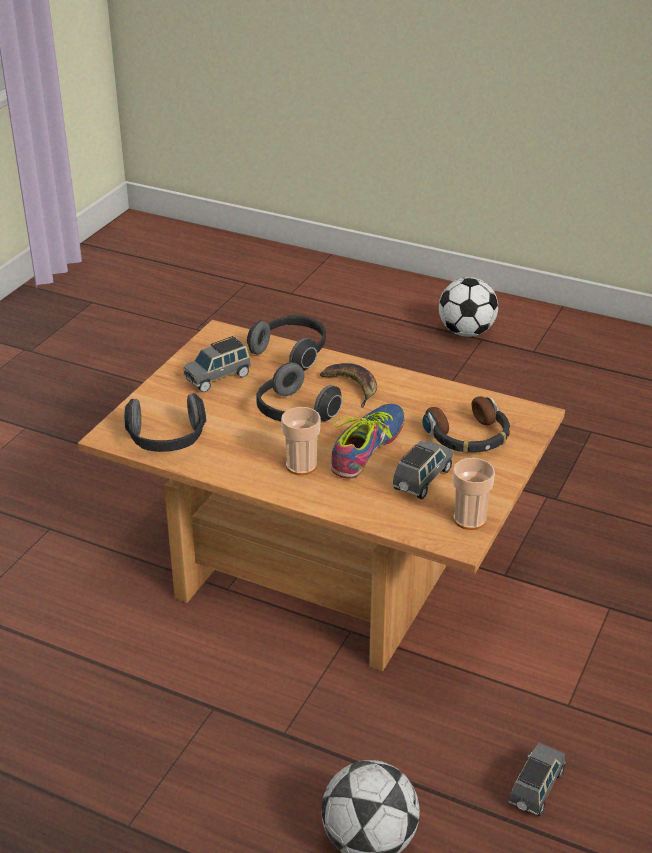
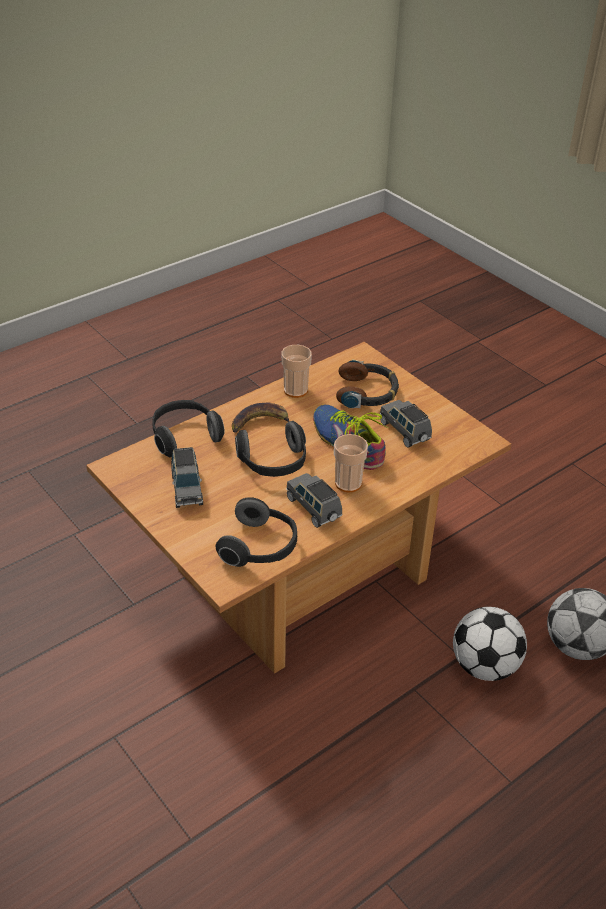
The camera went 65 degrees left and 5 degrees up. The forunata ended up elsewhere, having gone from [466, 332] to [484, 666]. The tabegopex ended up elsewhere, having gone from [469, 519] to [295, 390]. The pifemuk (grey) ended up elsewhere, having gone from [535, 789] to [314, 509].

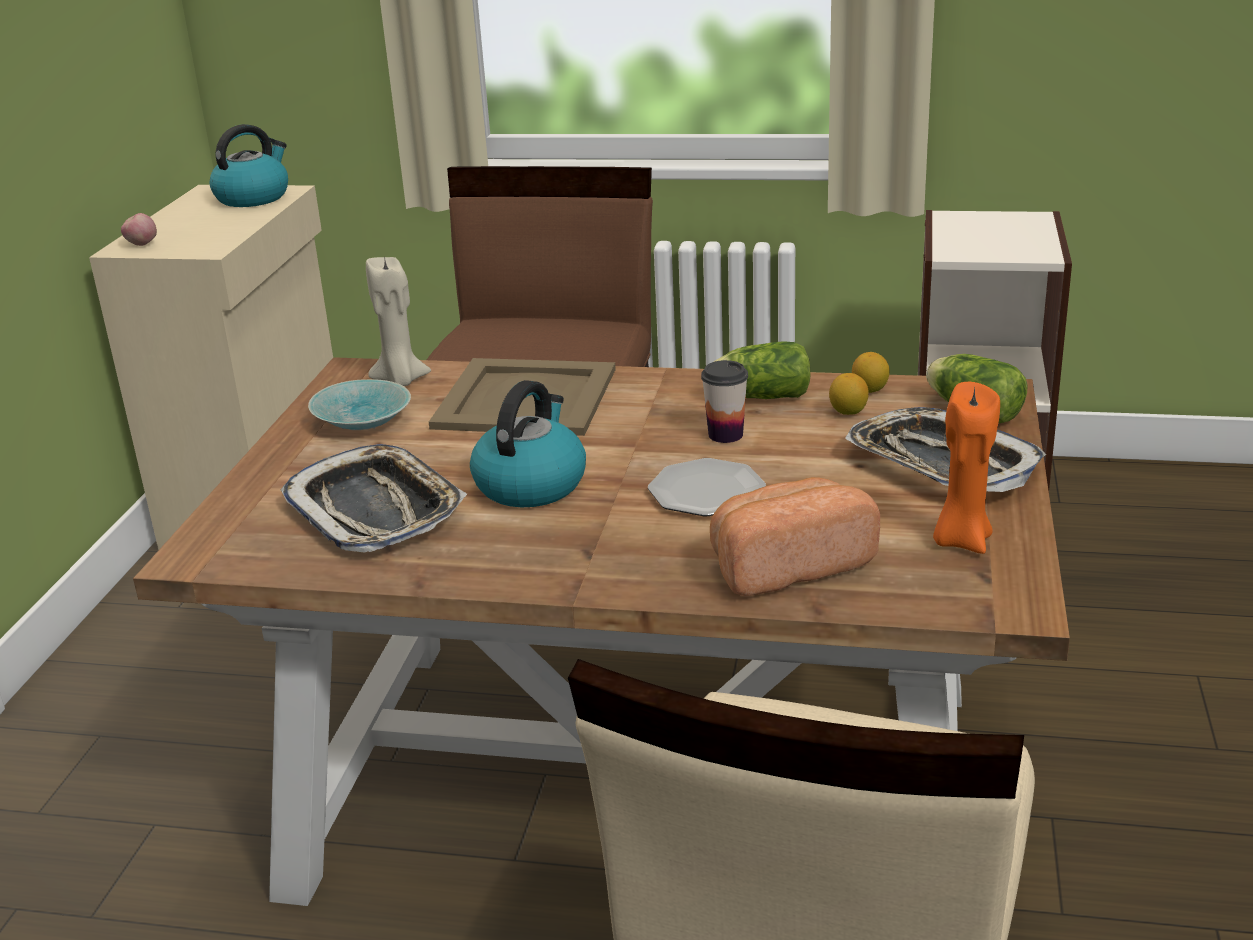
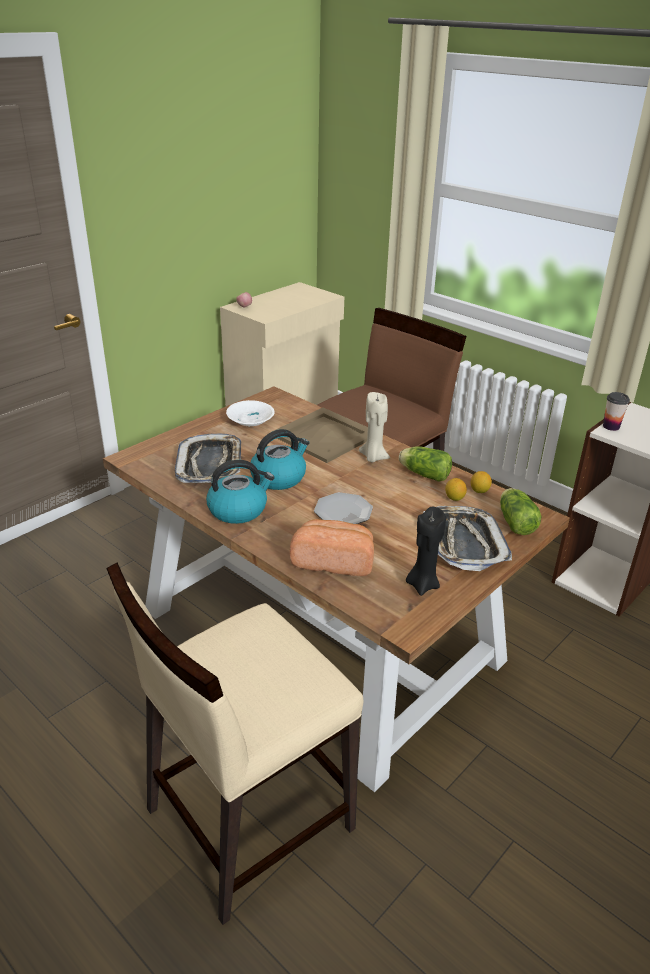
The camera went 30 degrees right and 5 degrees up. The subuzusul ended up elsewhere, having gone from [253, 197] to [238, 509]. The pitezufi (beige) ended up elsewhere, having gone from [401, 380] to [373, 457]. The tabegopex ended up elsewhere, having gone from [725, 435] to [611, 426]. What was the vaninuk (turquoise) at [365, 420] turned into the vaninuk (white) at [252, 421]. What was the pitezufi (orange) at [961, 540] turned into the pitezufi (black) at [422, 584].

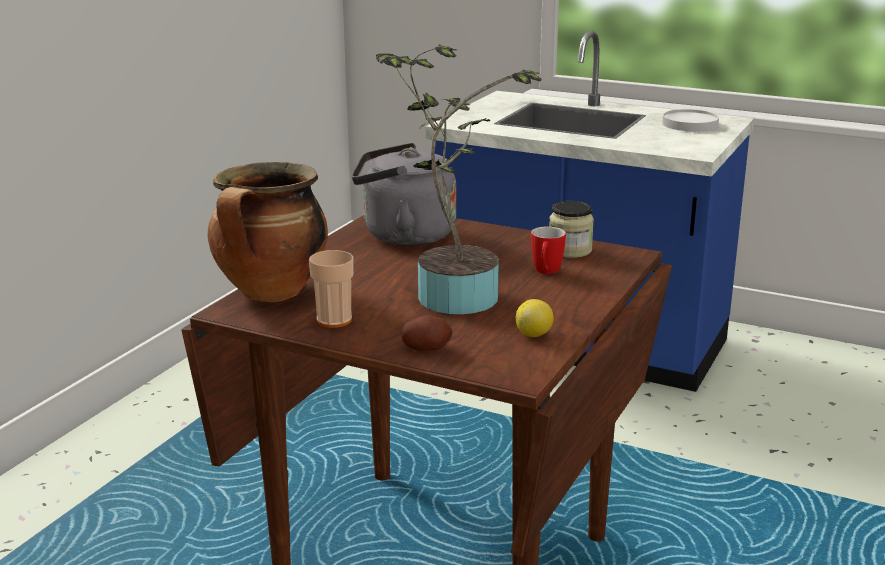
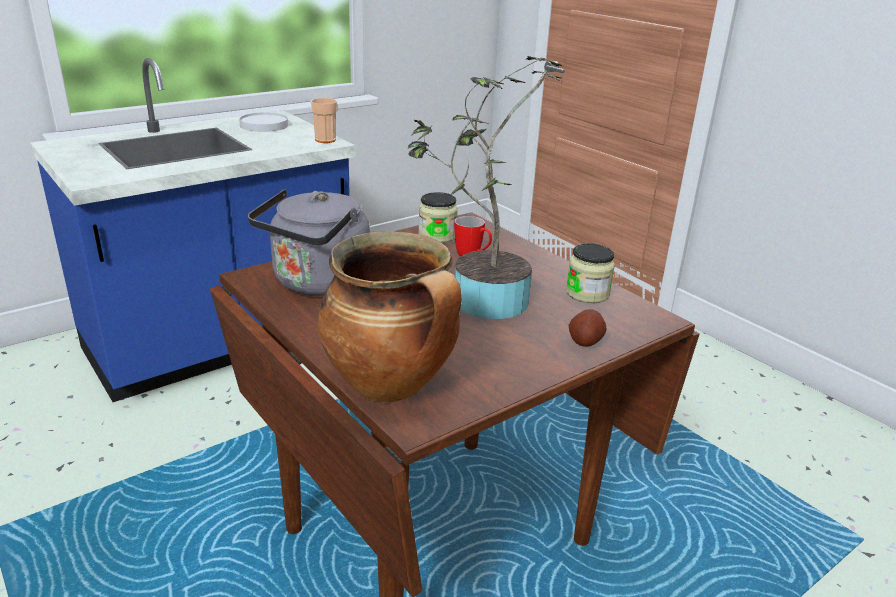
The camera went 65 degrees left and 5 degrees up. The tabegopex ended up elsewhere, having gone from [334, 320] to [325, 140]. Where the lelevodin stood at [534, 334], the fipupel came to stand at [587, 293].

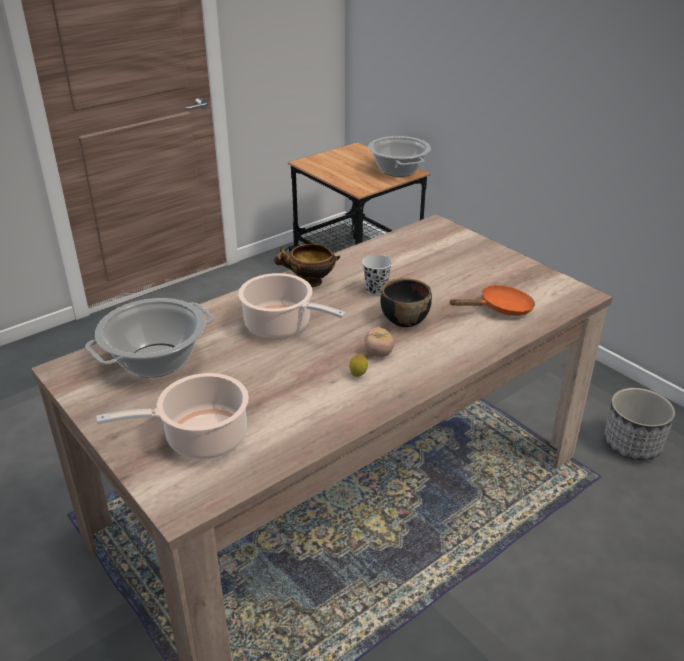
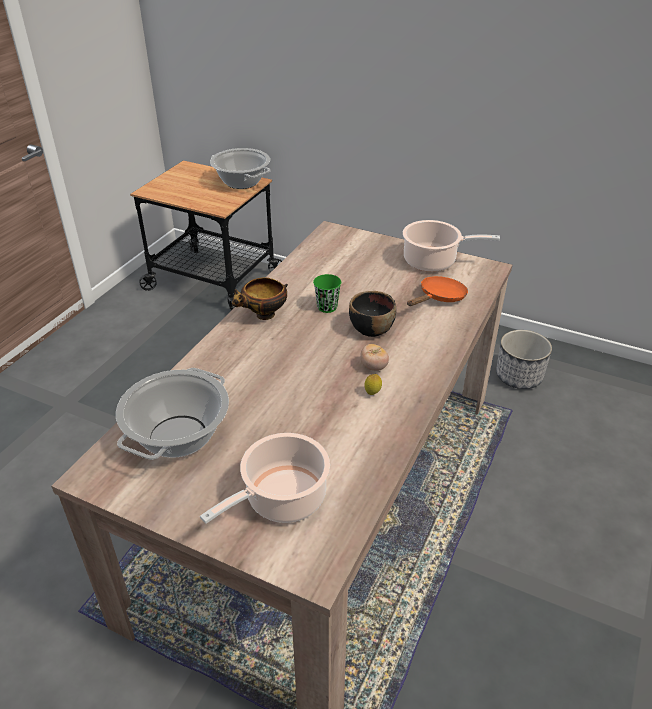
The camera went 25 degrees left and 5 degrees up. The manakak ended up elsewhere, having gone from [281, 326] to [433, 261]. What was the tabegopex (white) at [376, 290] turned into the tabegopex (green) at [327, 307].

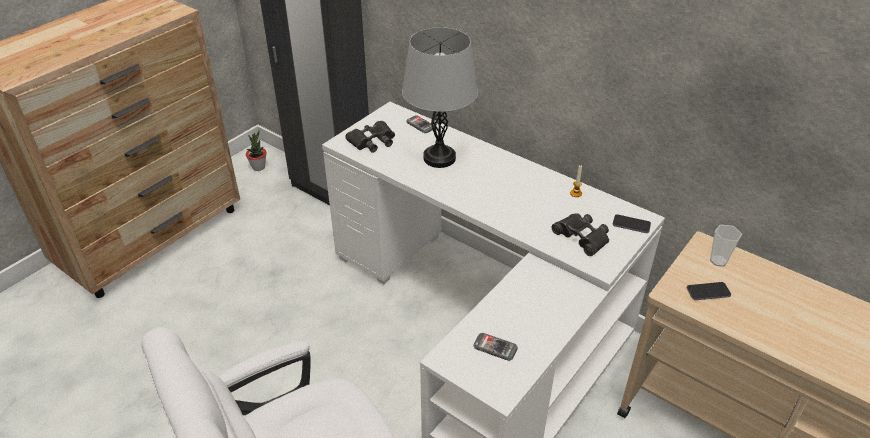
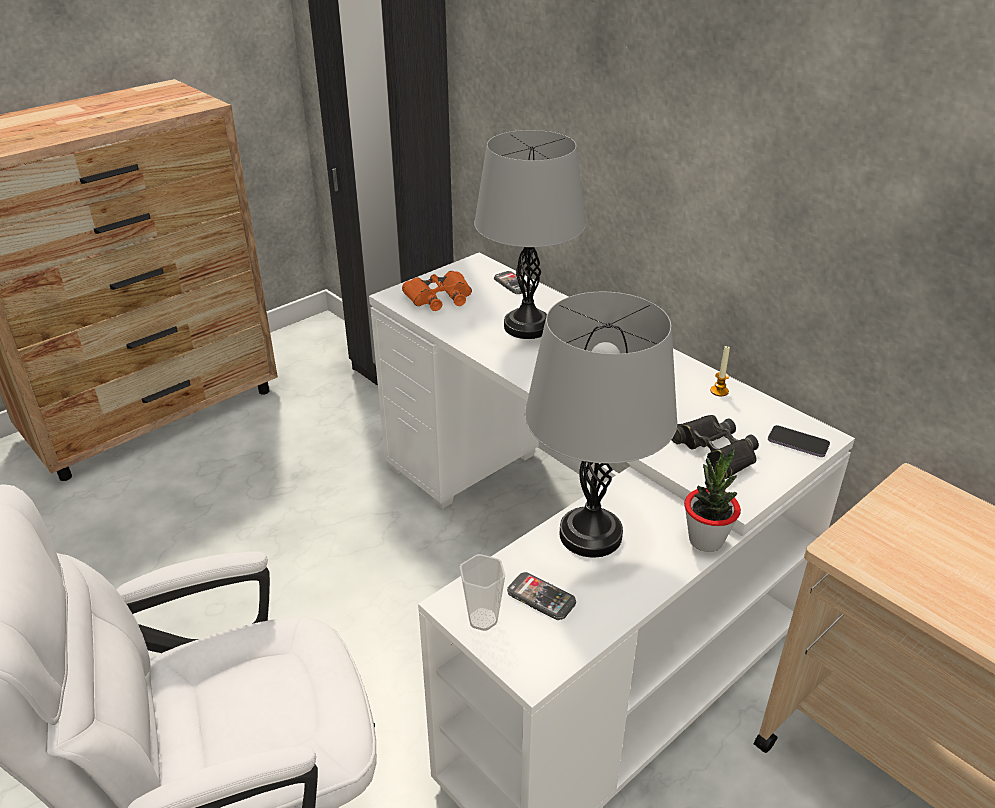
The camera went 10 degrees right and 5 degrees down. The second view lost the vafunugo at [708, 292]. The second view gained the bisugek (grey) at [590, 535]. The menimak ended up elsewhere, having gone from [258, 167] to [706, 540]. The tabegopex ended up elsewhere, having gone from [718, 261] to [483, 619]. What was the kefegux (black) at [372, 141] turned into the kefegux (orange) at [439, 297].

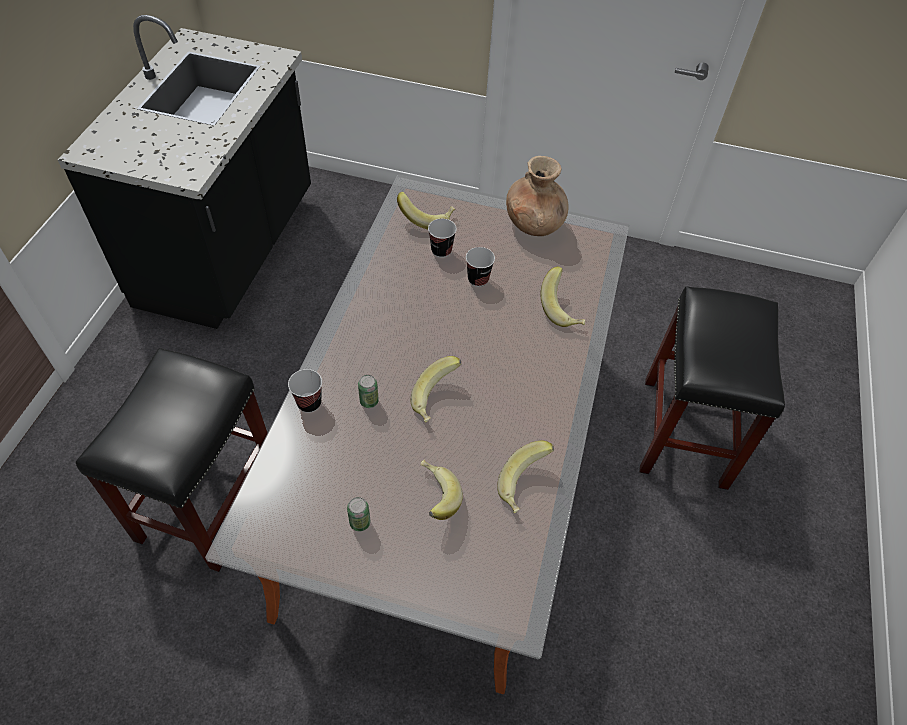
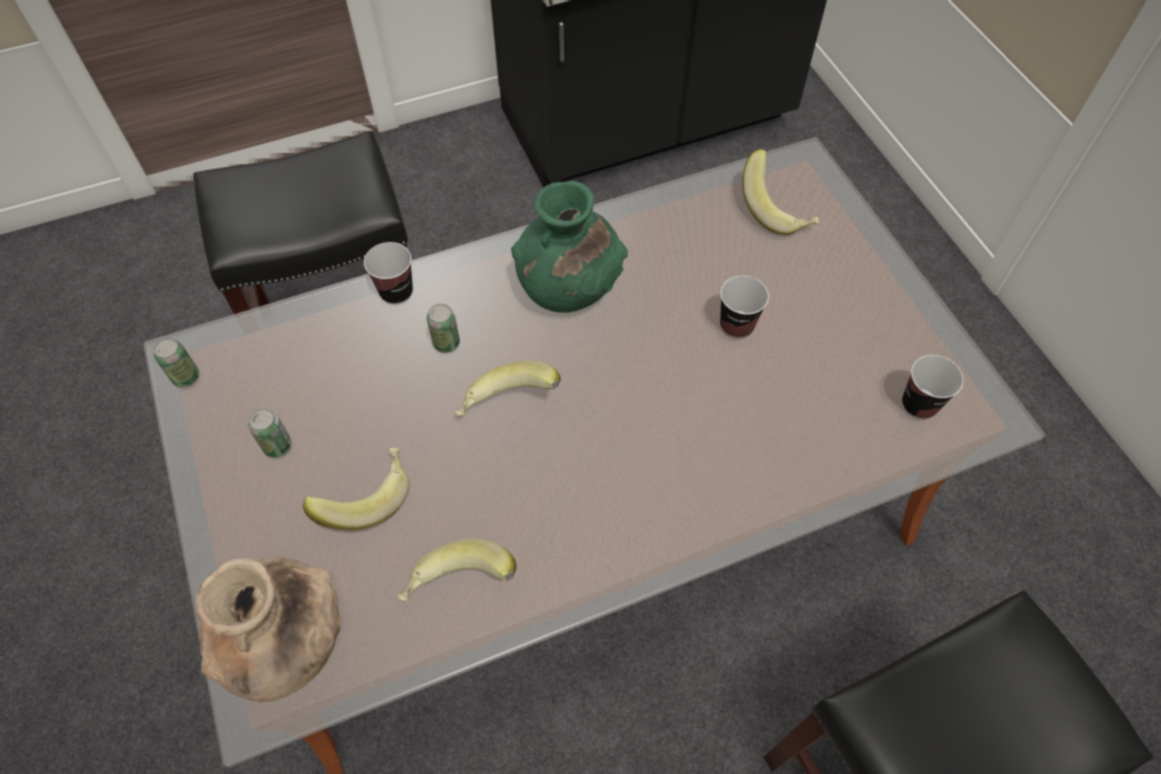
The camera went 55 degrees right and 5 degrees up. The second view lost the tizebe at [562, 309]. The second view gained the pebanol at [186, 377]. The second view gained the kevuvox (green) at [568, 288]. The tabegopex ended up elsewhere, having gone from [441, 251] to [919, 405]. The kevuvox (brown) ended up elsewhere, having gone from [534, 224] to [288, 645].

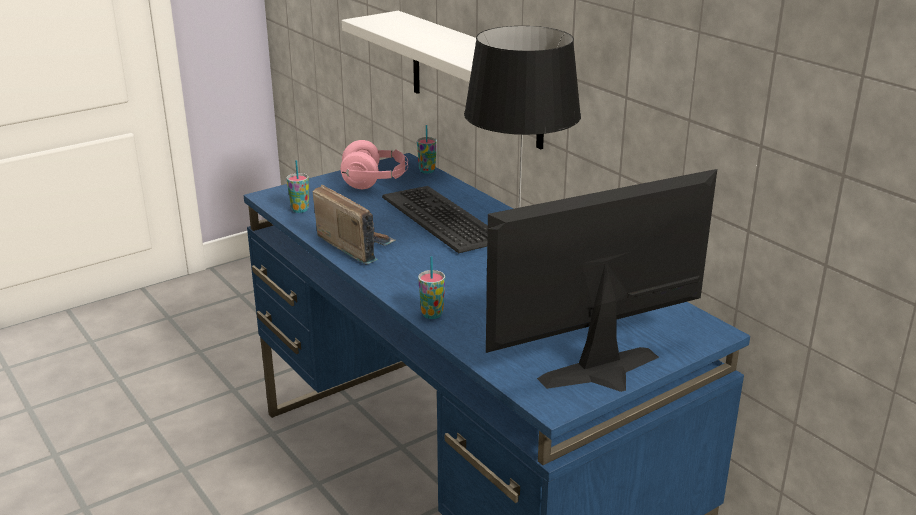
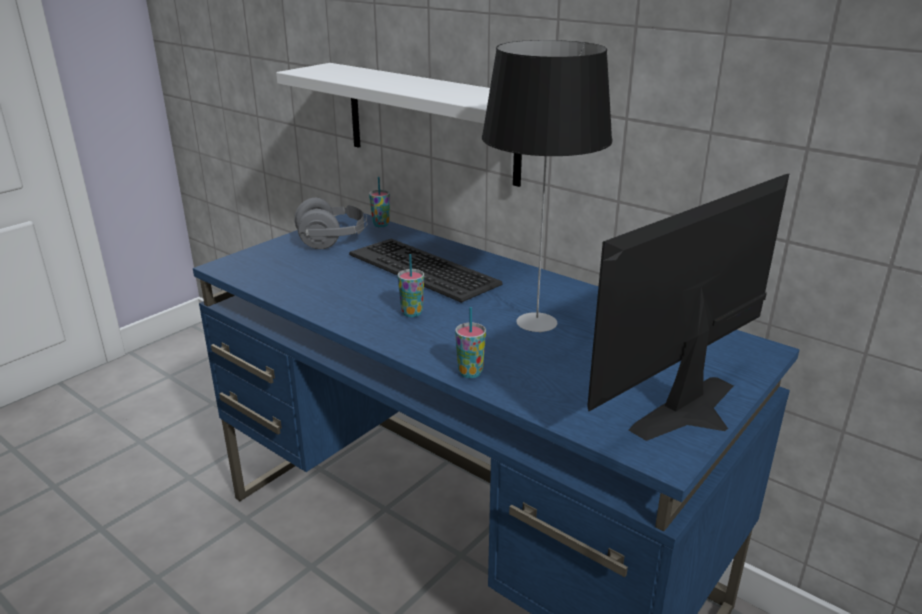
The camera went 15 degrees left and 0 degrees up. The second view lost the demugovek at [354, 245]. The tabegopex ended up elsewhere, having gone from [300, 210] to [412, 313]. What was the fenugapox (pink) at [375, 182] turned into the fenugapox (grey) at [333, 240].

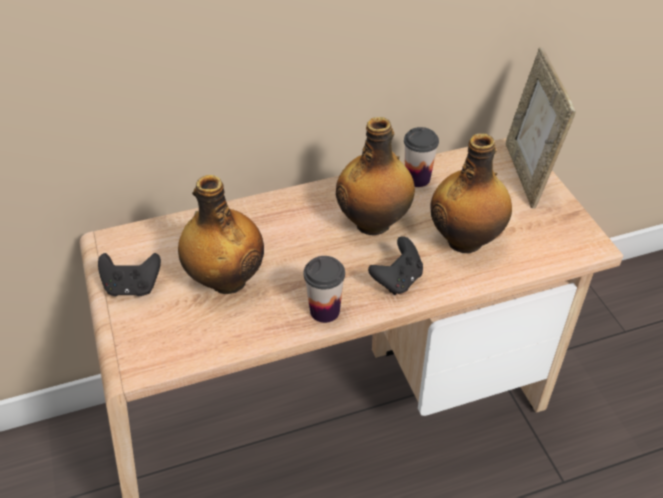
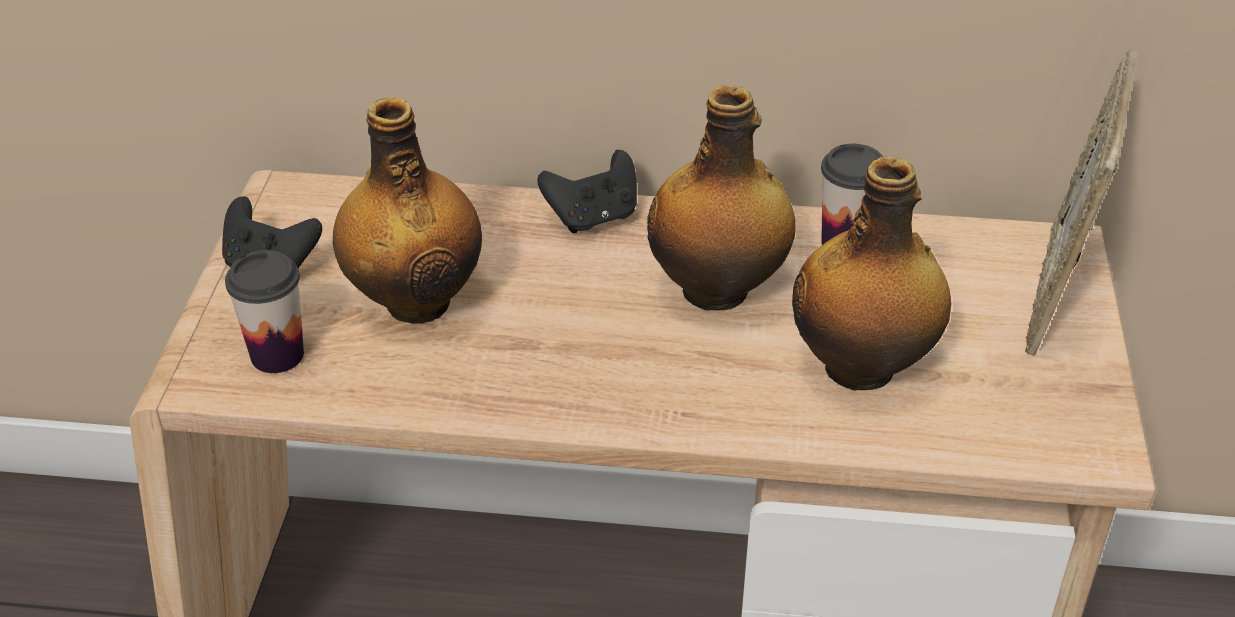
The camera went 25 degrees right and 5 degrees down. The tabegopex ended up elsewhere, having gone from [324, 311] to [277, 355]. The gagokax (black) ended up elsewhere, having gone from [397, 280] to [593, 217].

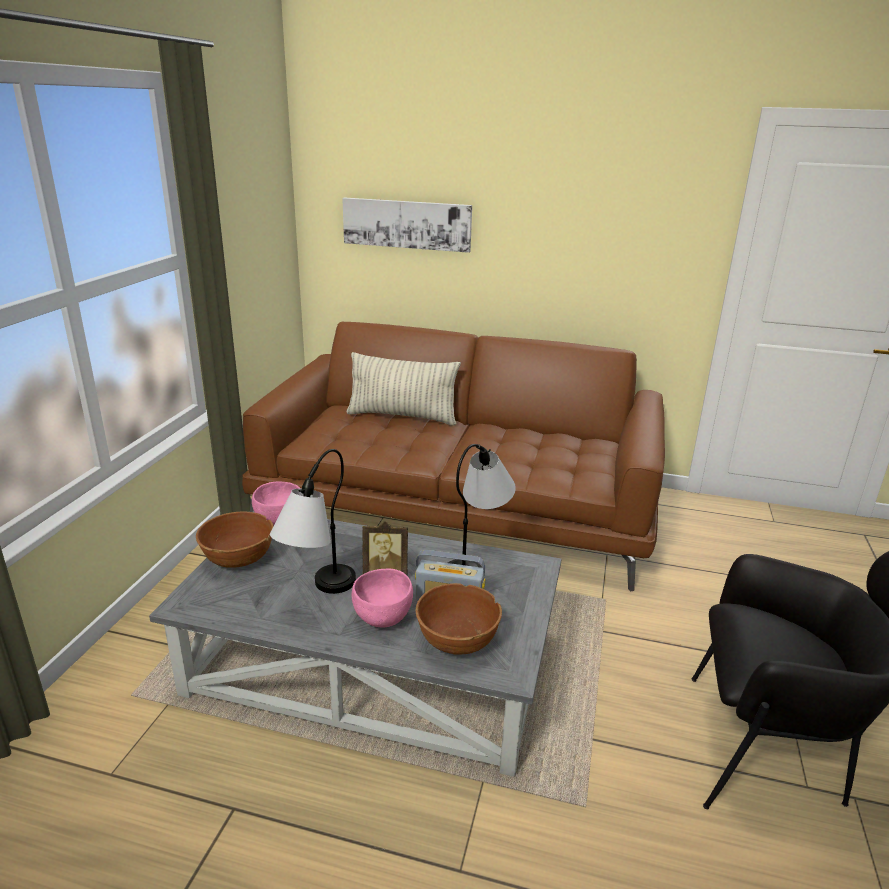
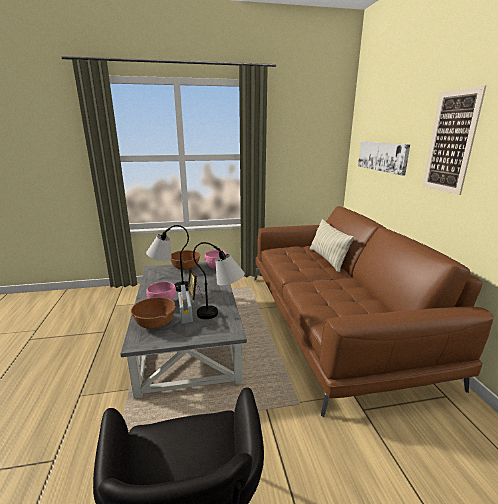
The camera went 65 degrees right and 5 degrees down. The second view gained the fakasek at [451, 142].

